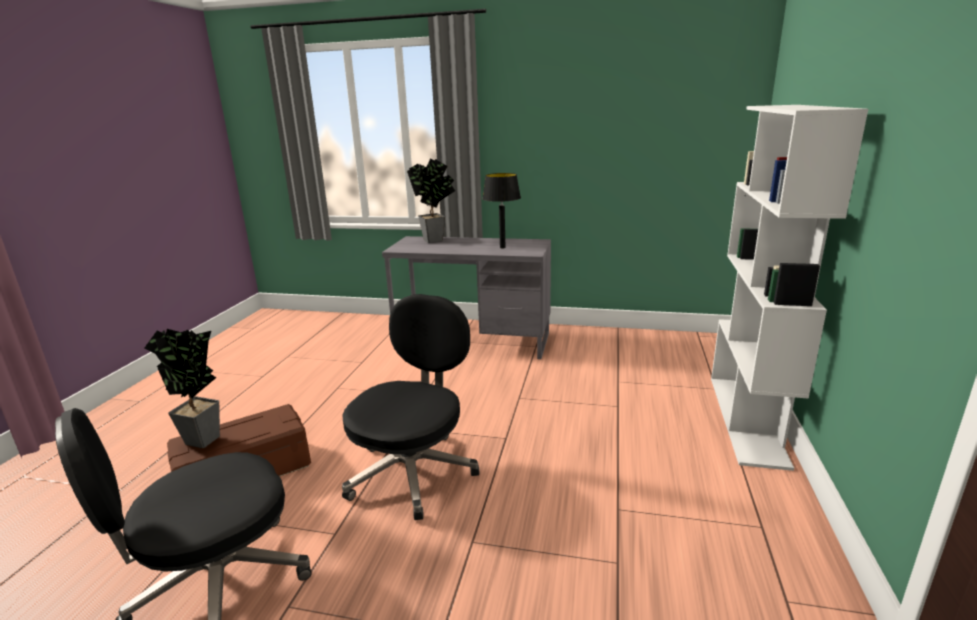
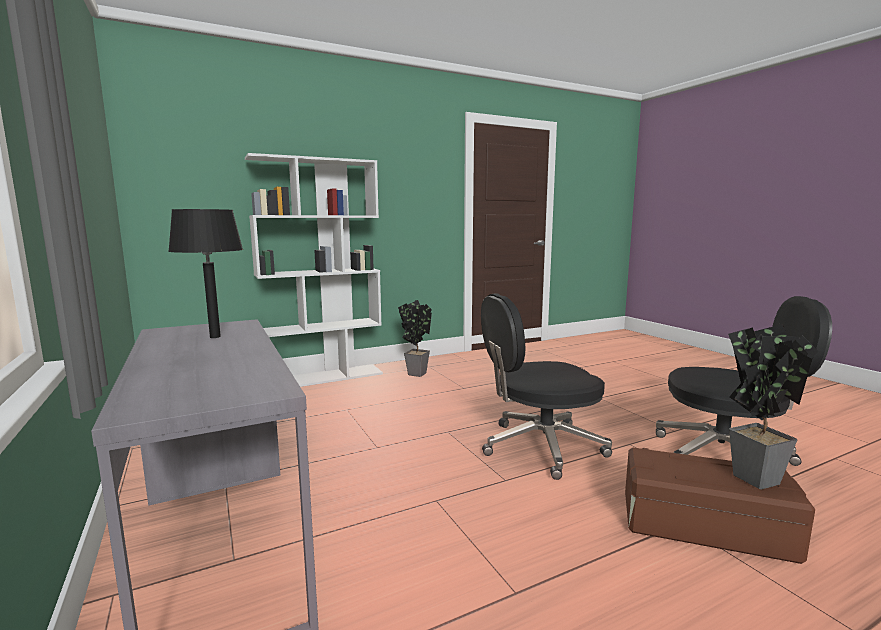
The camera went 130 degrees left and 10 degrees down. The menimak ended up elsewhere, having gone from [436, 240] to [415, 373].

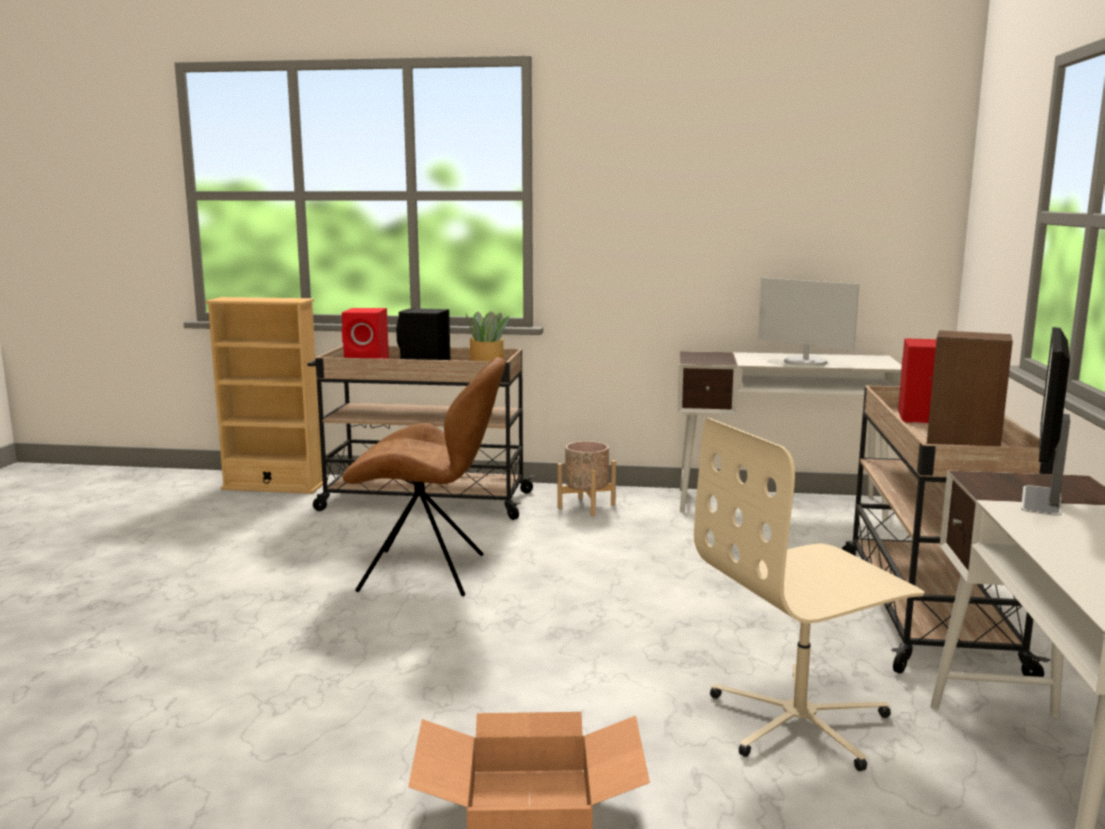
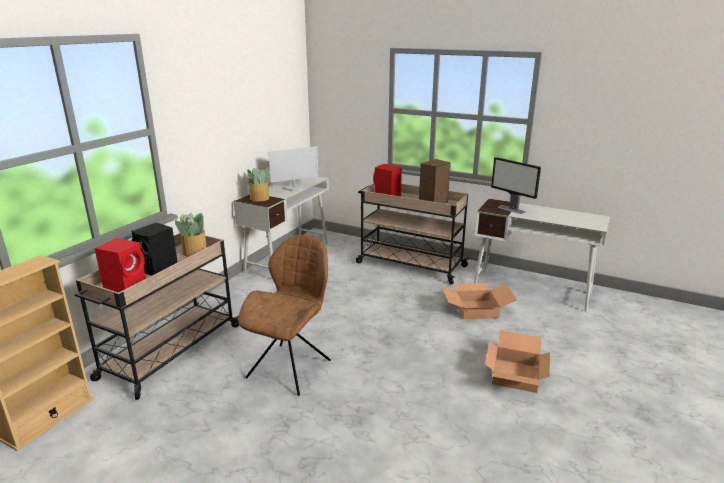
The camera went 70 degrees left and 10 degrees up. The second view lost the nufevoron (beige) at [586, 506]. The second view gained the menimak at [260, 198]. Where the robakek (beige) stood at [800, 721], the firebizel came to stand at [476, 310].

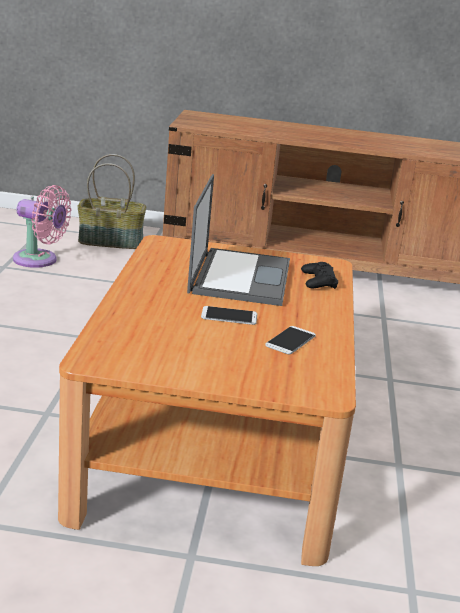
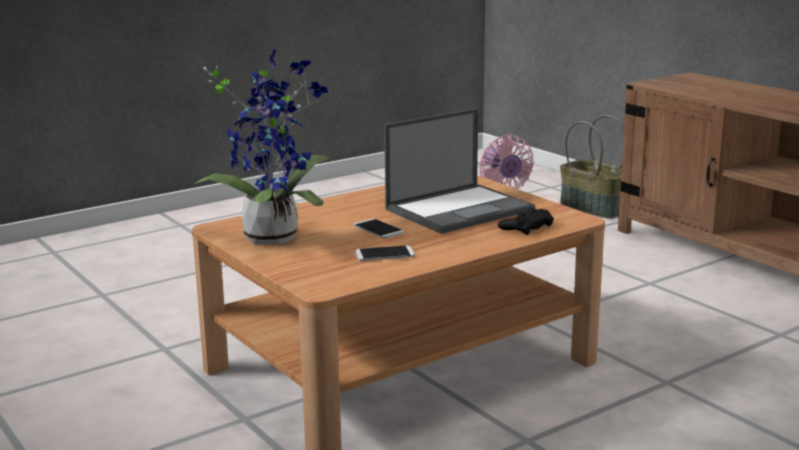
The camera went 50 degrees right and 5 degrees down. The second view gained the menimak at [274, 235].

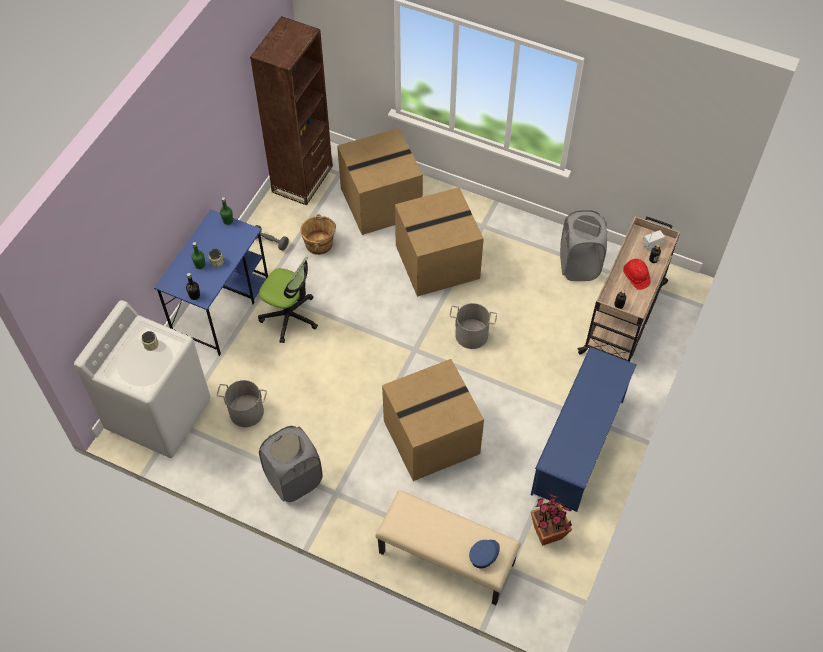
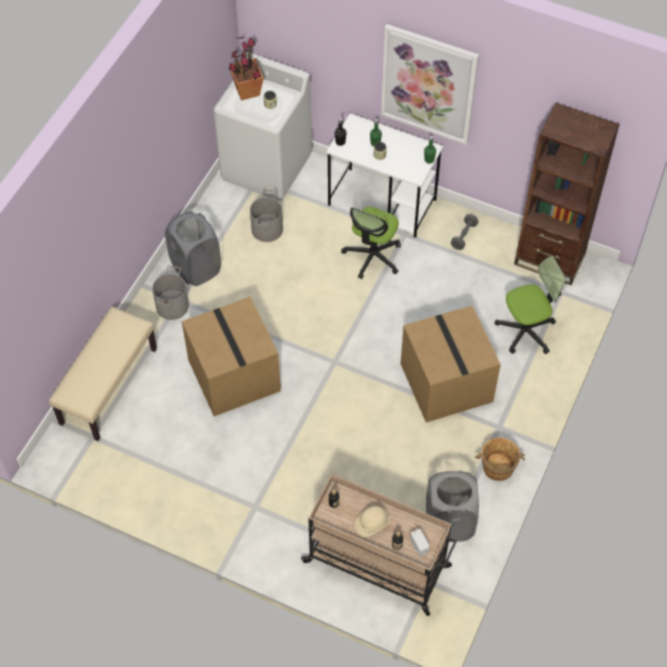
The camera went 90 degrees right and 0 degrees up. The second view lost the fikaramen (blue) at [484, 555]. The second view lost the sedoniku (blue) at [578, 446]. The second view gained the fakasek at [428, 84]. The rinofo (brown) ended up elsewhere, having gone from [319, 244] to [498, 468]. The rinofo (grey) ended up elsewhere, having gone from [471, 334] to [173, 306]. The menimak ended up elsewhere, having gone from [548, 533] to [247, 91]. Where the firebizel stood at [381, 201], the robakek came to stand at [526, 331]. What was the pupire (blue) at [221, 307] turned into the pupire (white) at [383, 203]. What was the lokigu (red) at [635, 277] turned into the lokigu (beige) at [371, 523].

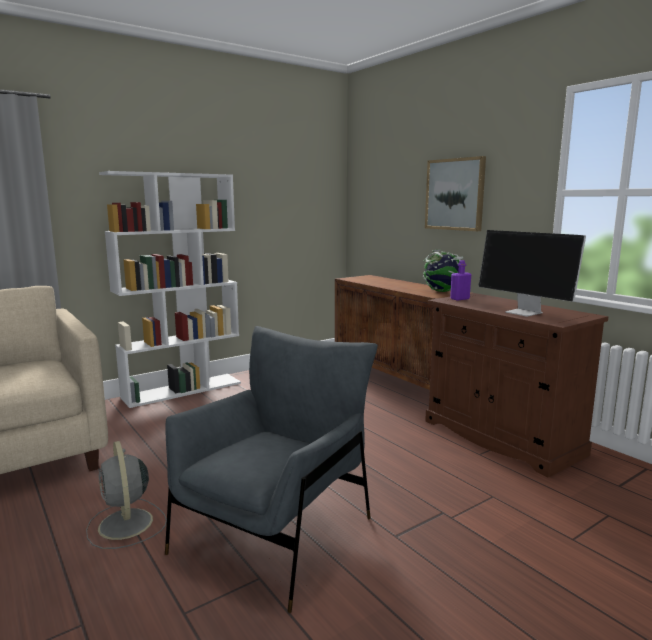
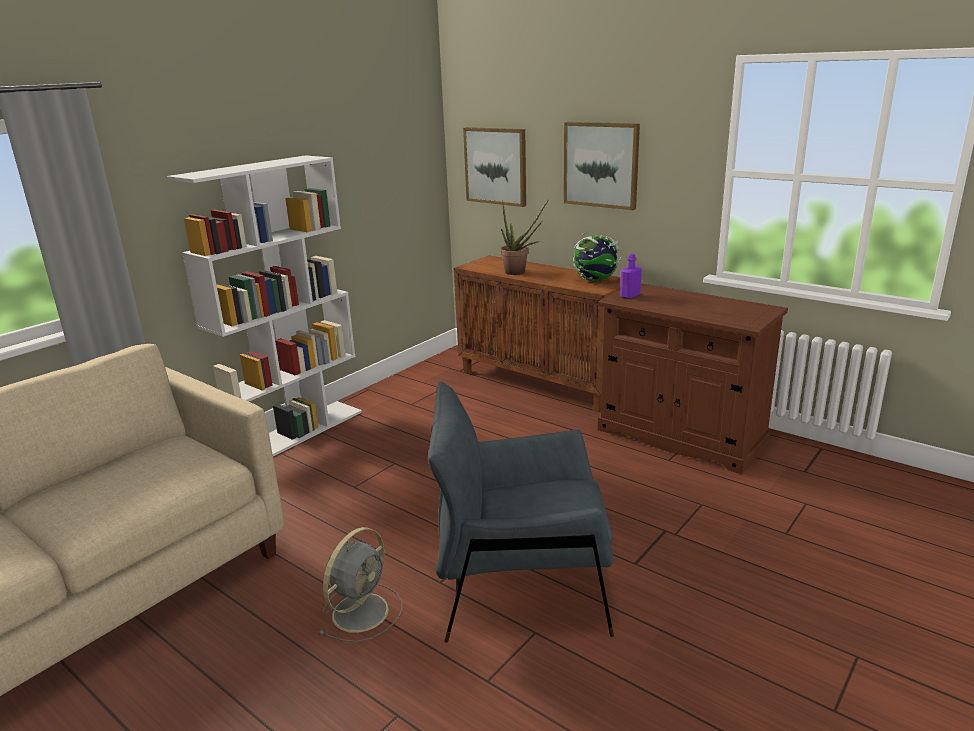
The camera went 15 degrees left and 10 degrees up. The second view lost the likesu at [525, 312]. The second view gained the fakasek at [496, 166]. The second view gained the menimak at [519, 272]. The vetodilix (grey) at [126, 525] ended up facing another way, 105 degrees counterclockwise from before. The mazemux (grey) at [275, 534] ended up facing another way, 105 degrees counterclockwise from before.

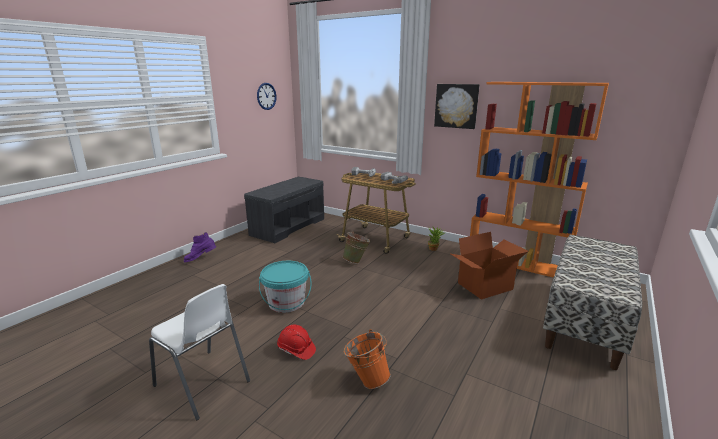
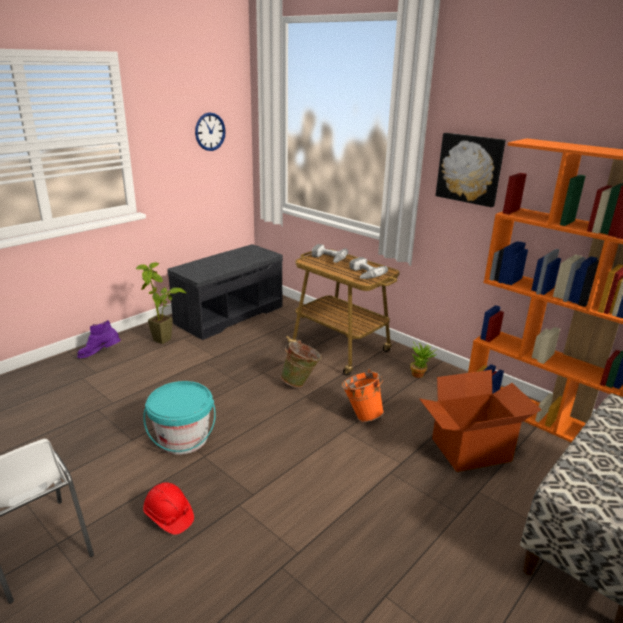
The camera went 10 degrees right and 5 degrees up. The second view gained the menimak at [165, 343]. The rinofo (orange) ended up elsewhere, having gone from [366, 379] to [361, 415].

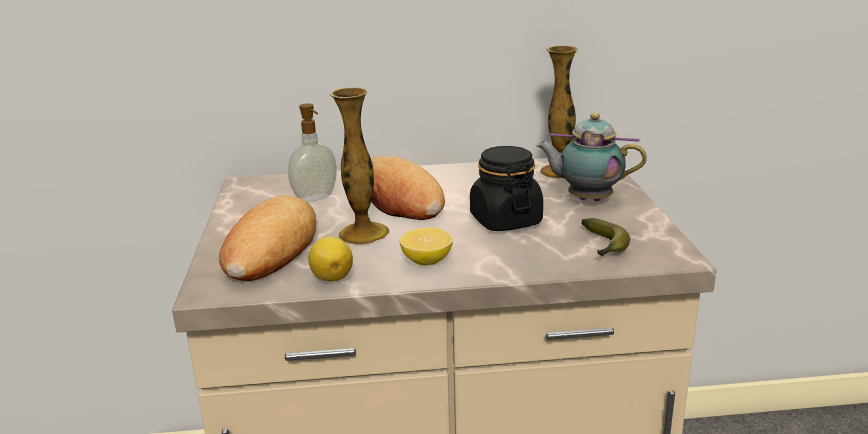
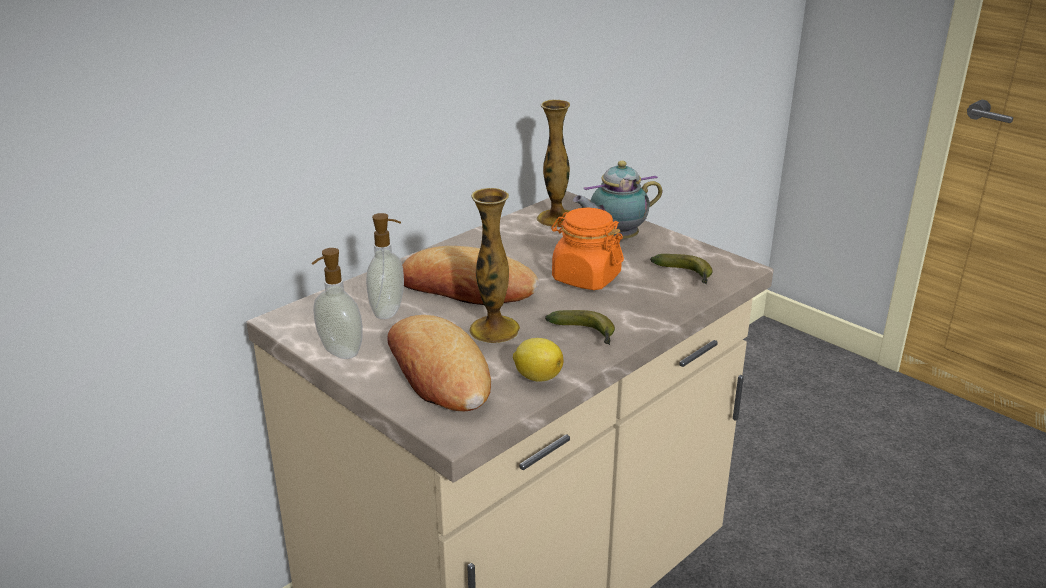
The camera went 40 degrees left and 5 degrees up. The second view gained the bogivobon at [339, 352]. Where the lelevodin stood at [427, 261], the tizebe came to stand at [586, 334]. What was the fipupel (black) at [505, 220] turned into the fipupel (orange) at [585, 278].

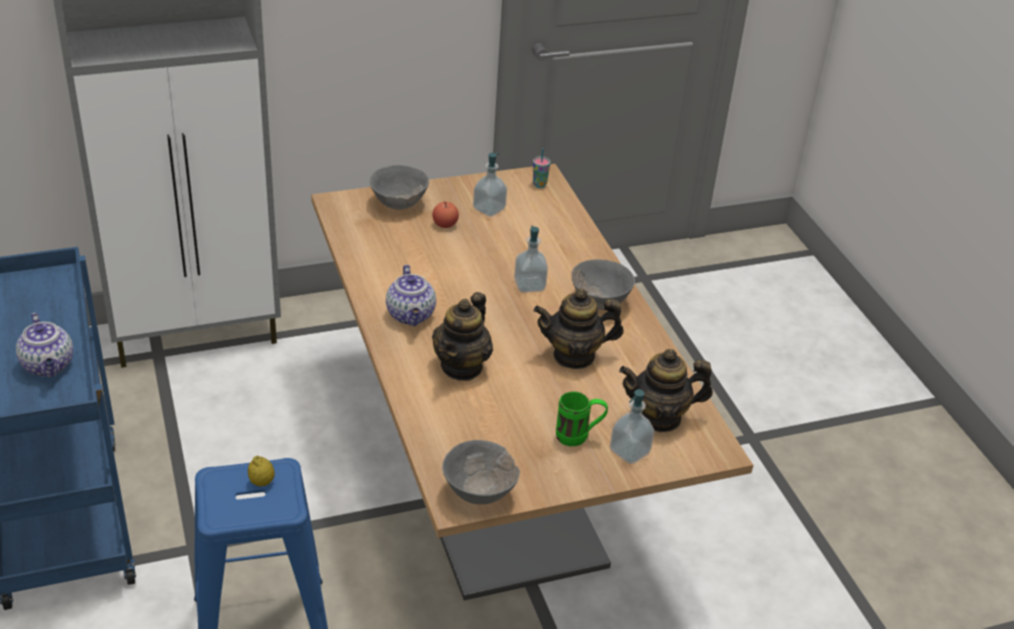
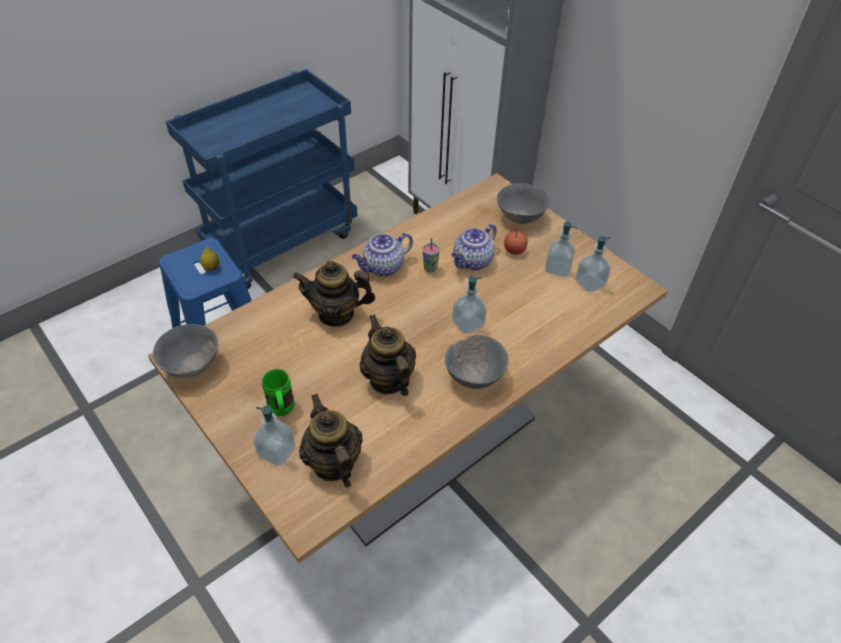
The camera went 70 degrees right and 10 degrees up. The second view gained the bogivobon at [590, 283]. The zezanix ended up elsewhere, having gone from [49, 366] to [472, 262]. The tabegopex ended up elsewhere, having gone from [539, 185] to [430, 268].

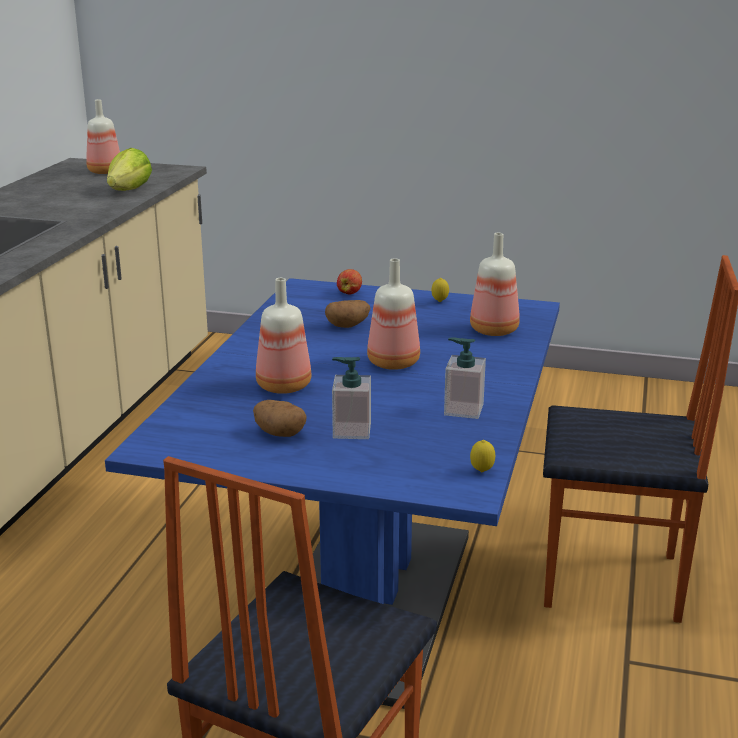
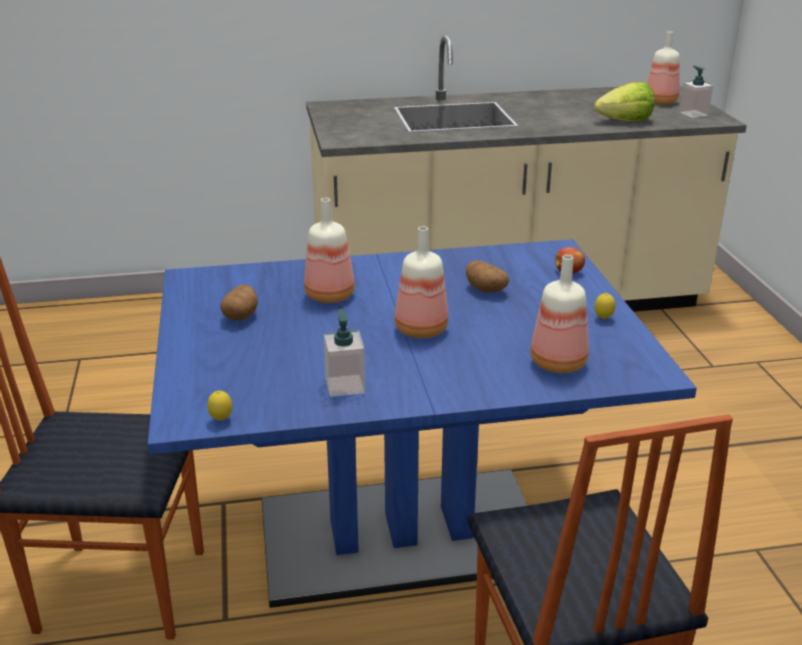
The camera went 65 degrees right and 5 degrees up. The bogivobon ended up elsewhere, having gone from [351, 430] to [693, 114].

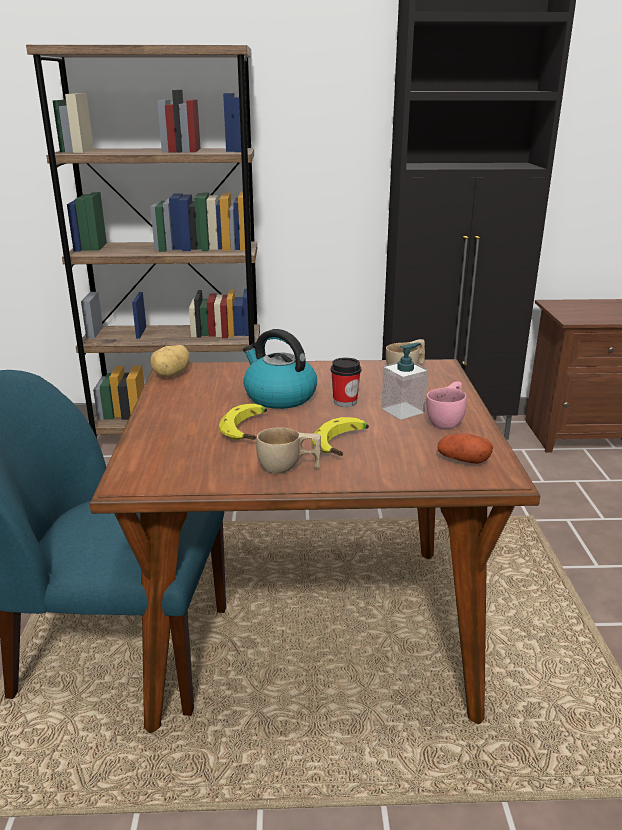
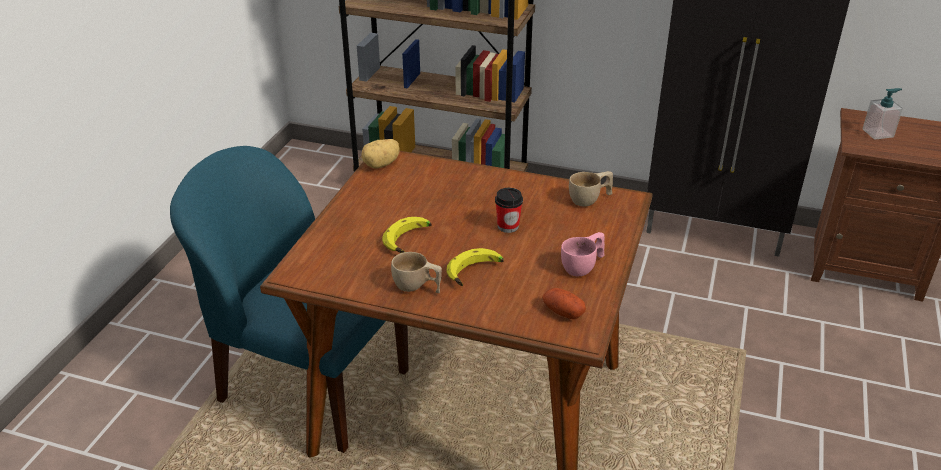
The camera went 20 degrees right and 10 degrees up. The second view lost the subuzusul at [279, 396]. The bogivobon ended up elsewhere, having gone from [403, 410] to [878, 133].

